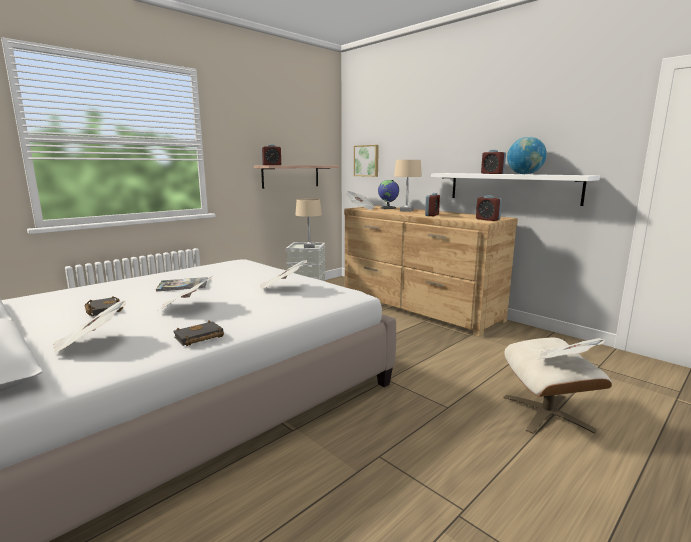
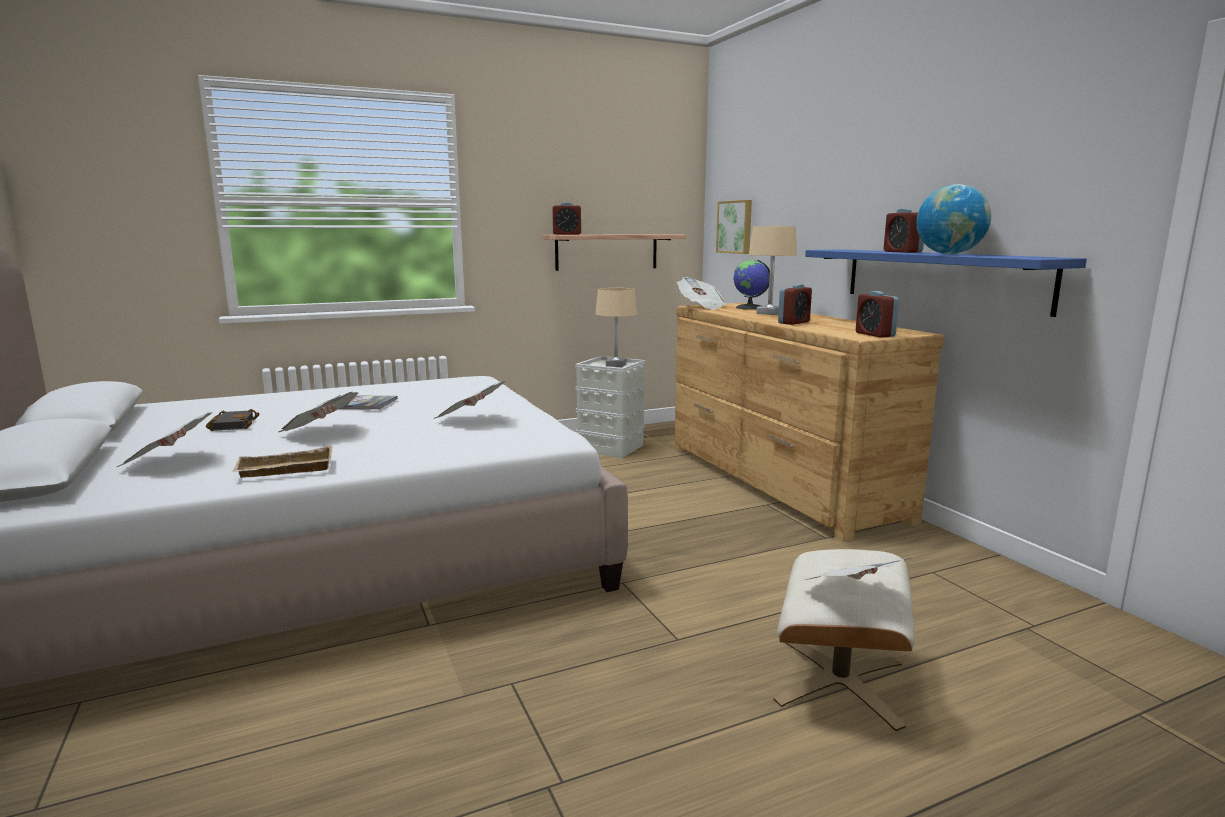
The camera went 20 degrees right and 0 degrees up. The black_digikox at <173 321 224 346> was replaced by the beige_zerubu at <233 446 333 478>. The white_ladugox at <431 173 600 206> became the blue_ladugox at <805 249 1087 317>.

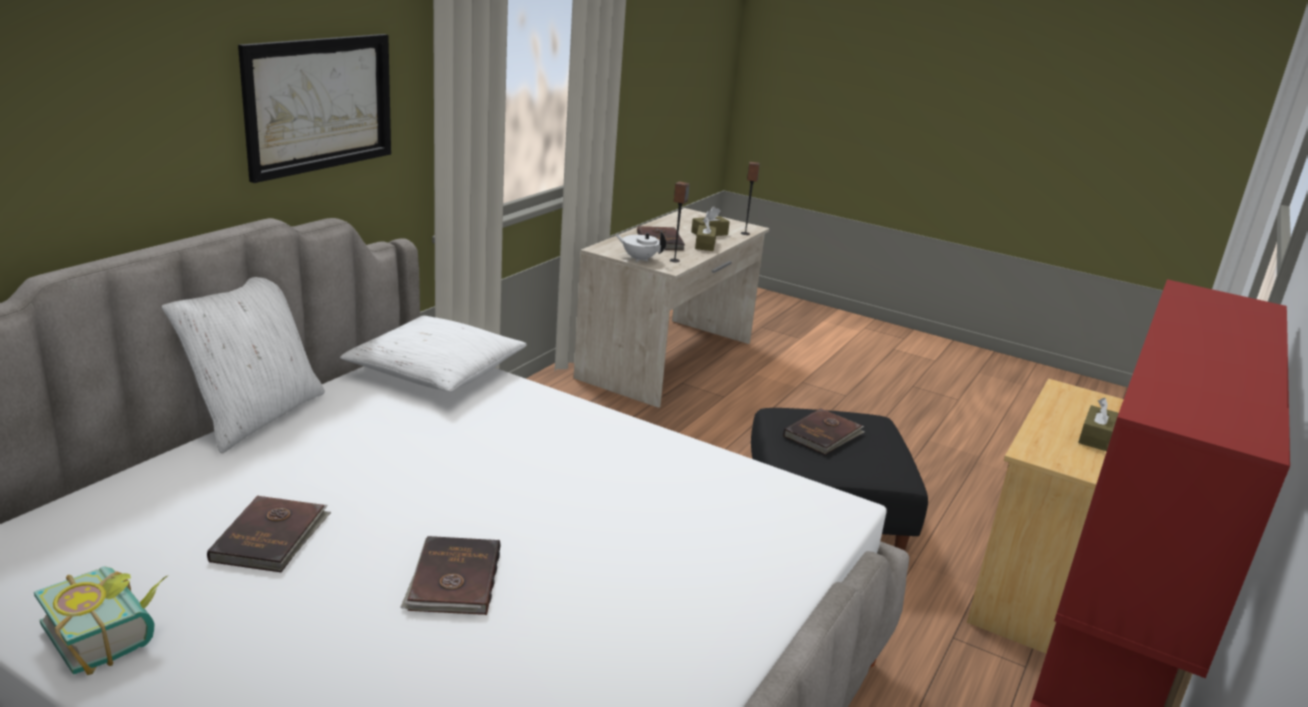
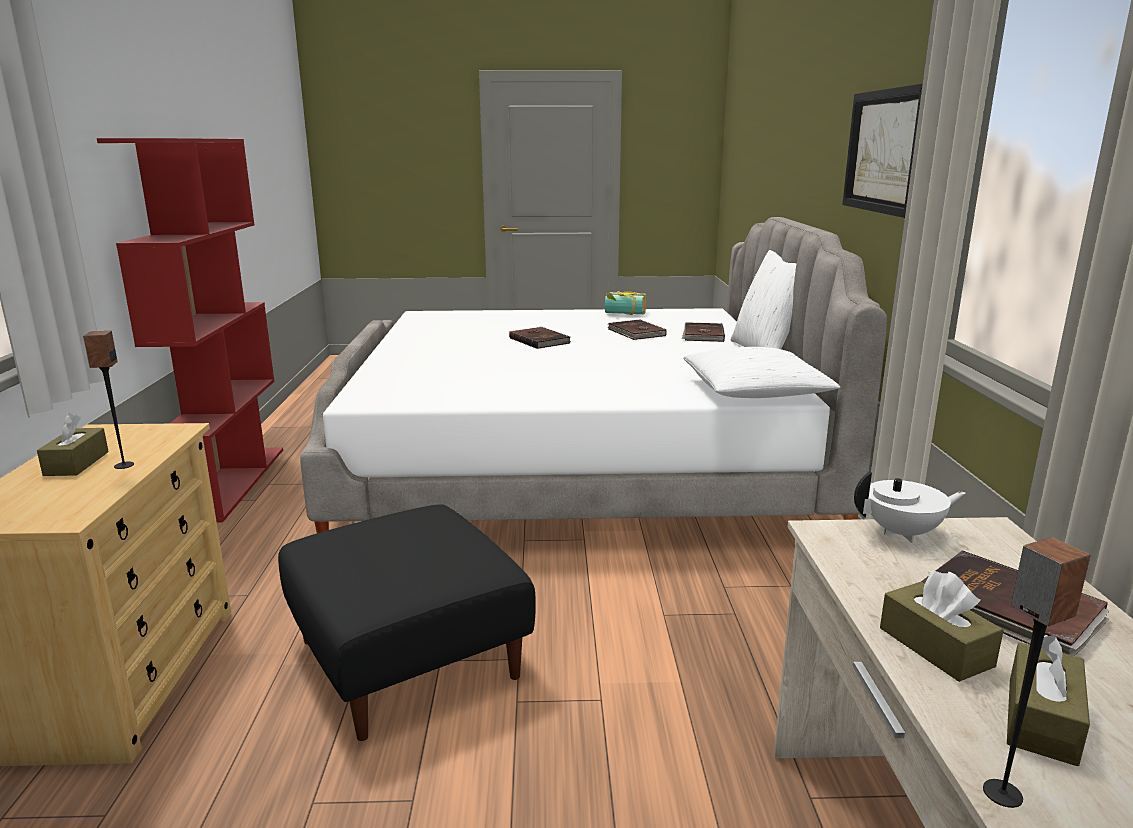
The camera went 150 degrees right and 5 degrees down. The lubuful moved from <670 181 690 262> to <83 331 134 469>. The brown_digikox moved from <783 408 865 455> to <682 322 725 342>.

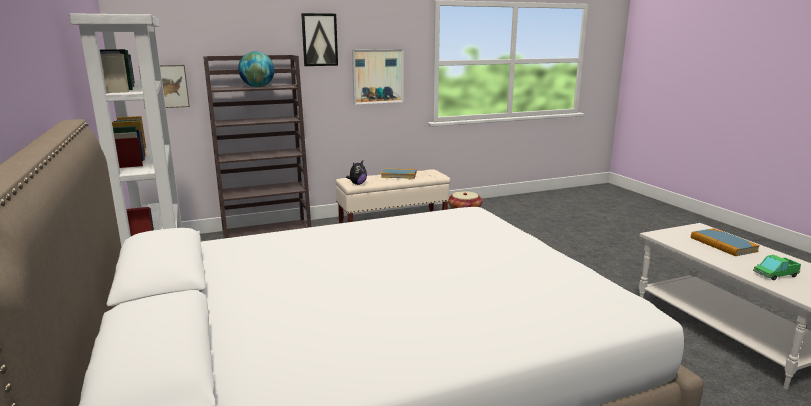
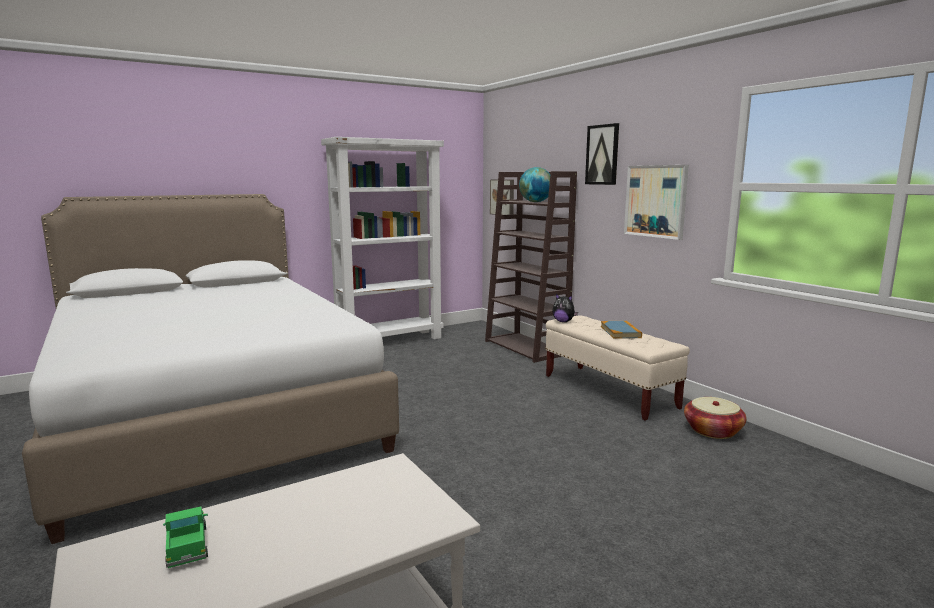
The camera went 80 degrees right and 5 degrees down. The digikox at <691 228 760 256> disappeared.

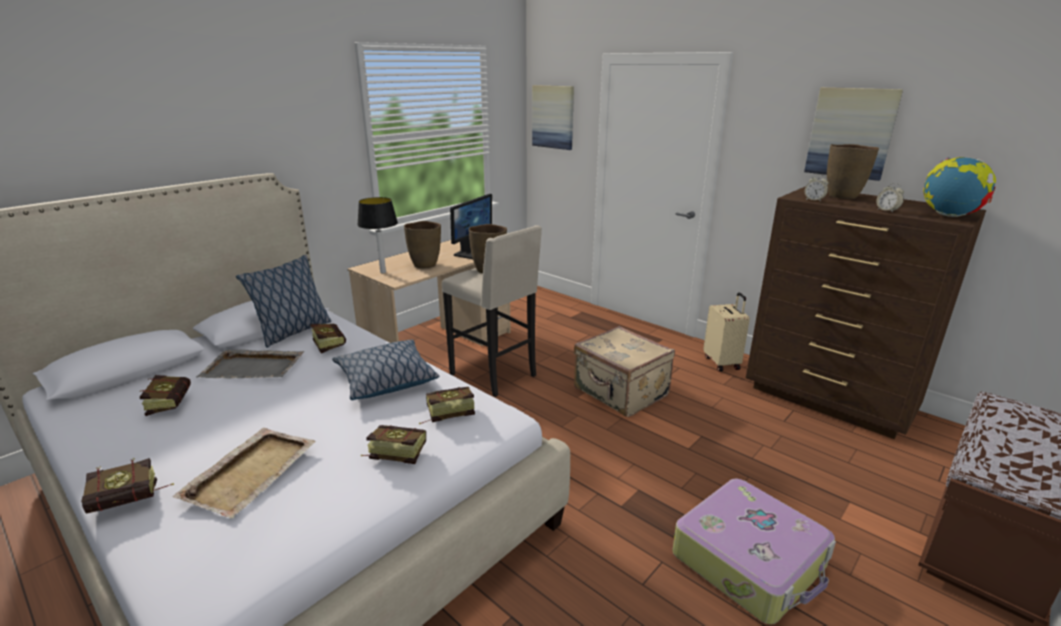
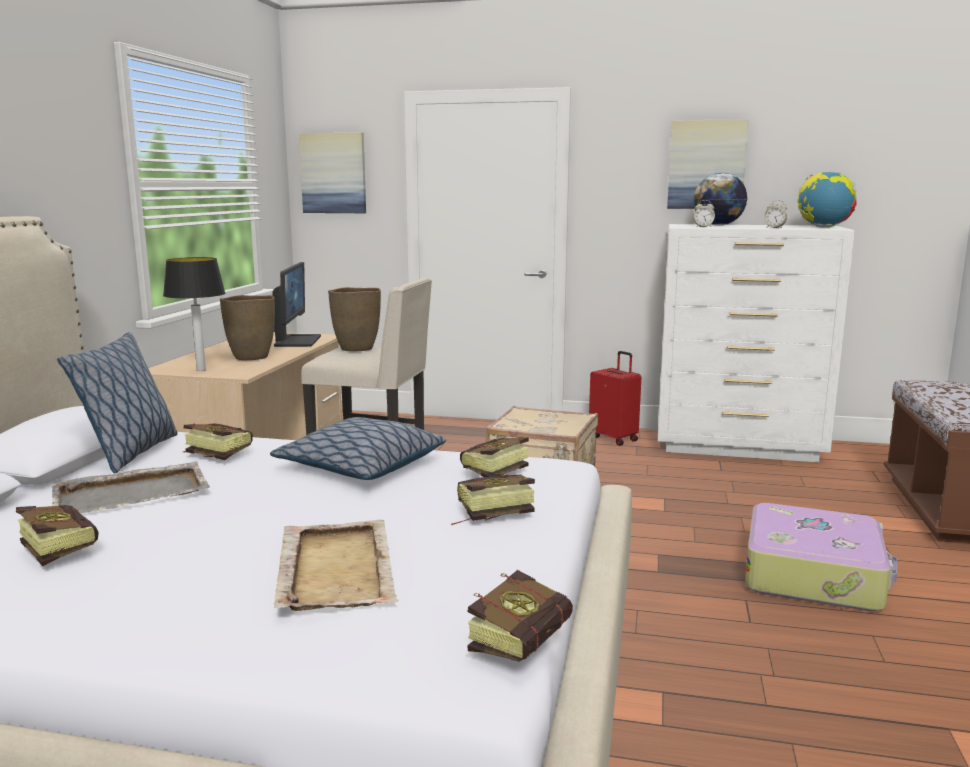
The camera went 30 degrees left and 10 degrees down. The digikox moved from <81 458 174 514> to <467 570 573 662>. The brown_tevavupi at <827 144 879 199> was replaced by the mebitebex at <693 173 747 226>. The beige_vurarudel at <703 293 750 372> became the red_vurarudel at <589 351 641 446>. The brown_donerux at <746 186 986 439> became the white_donerux at <658 224 855 462>.

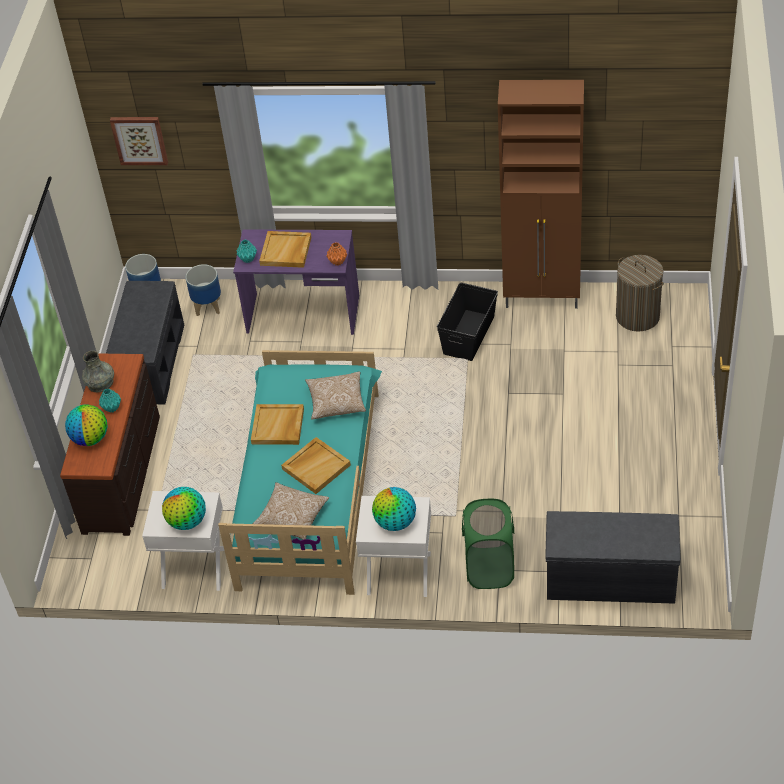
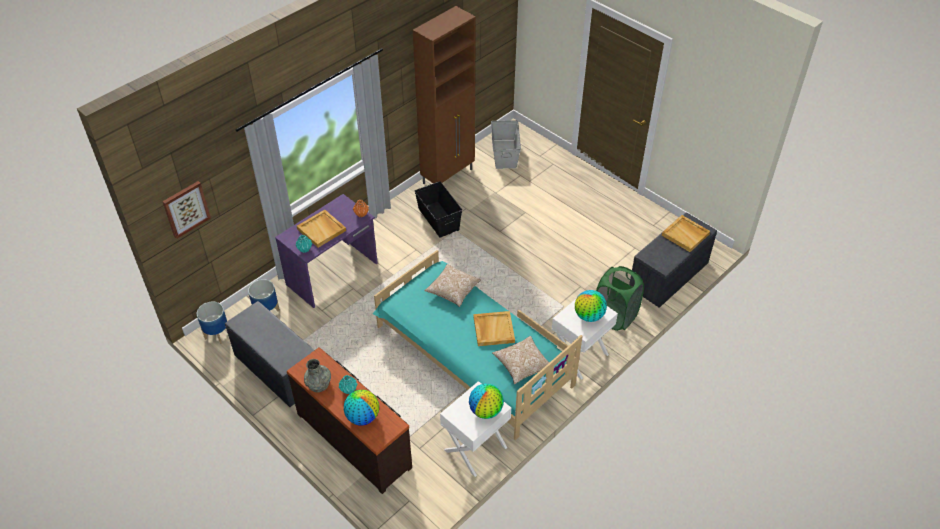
The camera went 55 degrees left and 0 degrees up. The beige_zerubu moved from <251 404 304 445> to <662 215 710 252>. The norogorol at <616 255 664 332> was replaced by the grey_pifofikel at <491 120 521 169>.

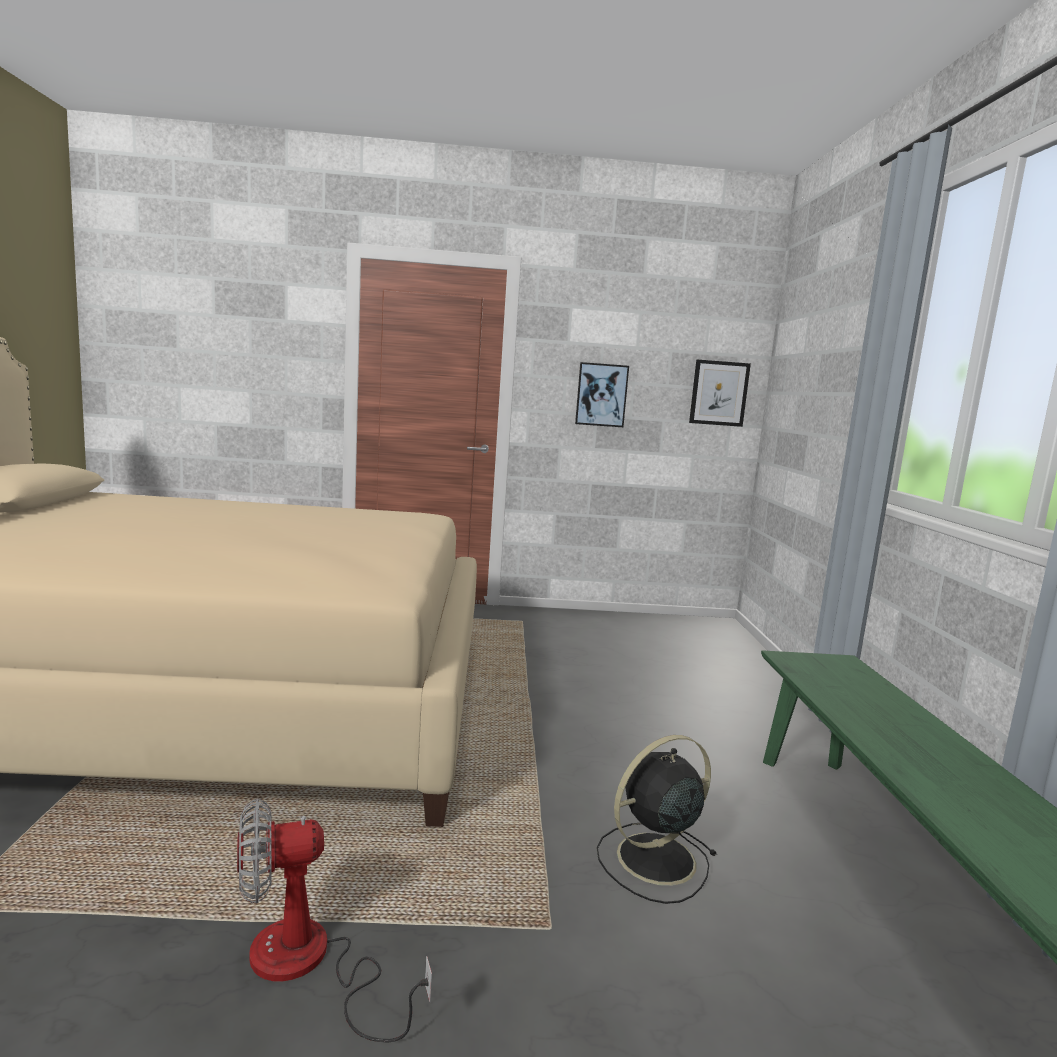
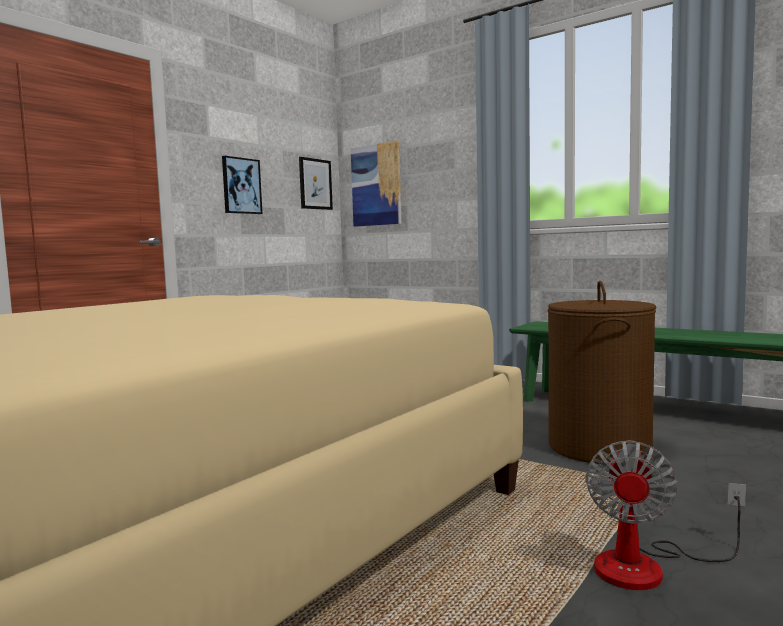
The camera went 50 degrees left and 5 degrees down. The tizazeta at <351 140 401 227> appeared. The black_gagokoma at <596 735 718 904> was replaced by the brown_norogorol at <548 281 657 464>.

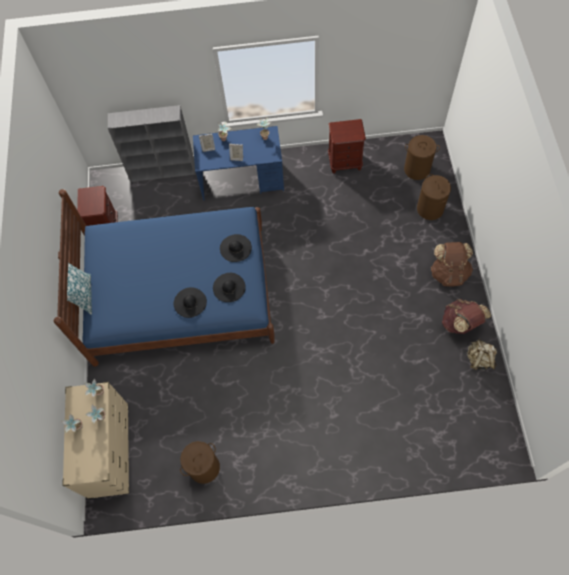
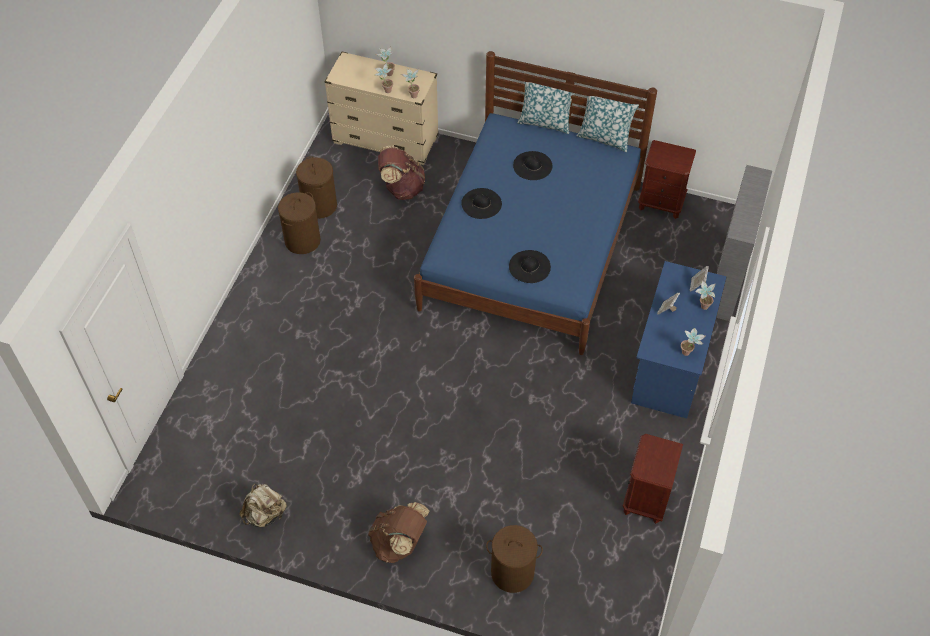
The camera went 110 degrees right and 10 degrees down. The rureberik at <577 96 639 152> appeared. The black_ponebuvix moved from <213 273 246 302> to <513 151 552 180>. The brown_norogorol moved from <404 135 440 180> to <278 192 321 254>. The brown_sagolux moved from <442 299 491 334> to <378 145 425 200>.

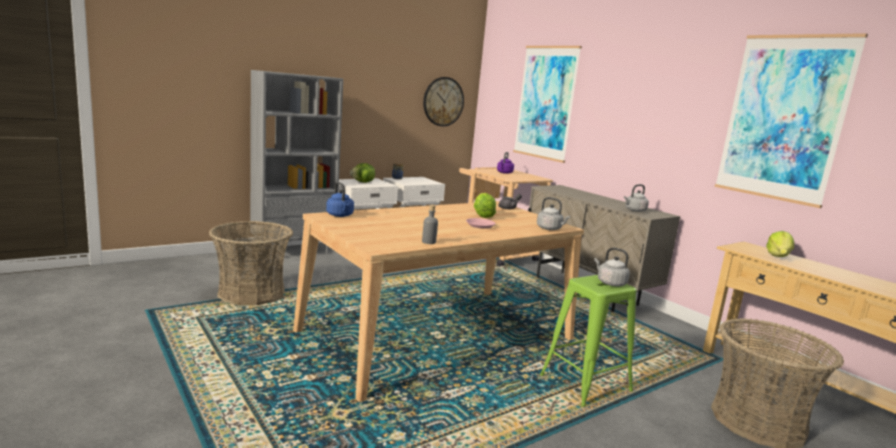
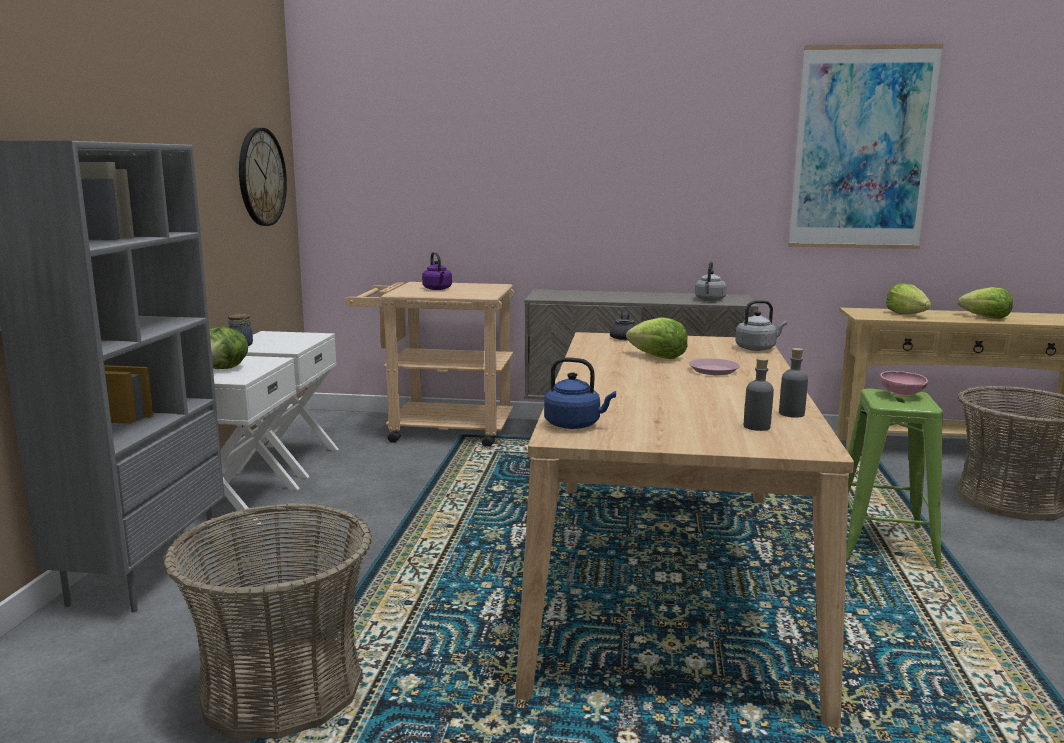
The camera went 45 degrees left and 0 degrees up. The tizazeta at <513 46 582 163> disappeared. The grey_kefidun at <744 358 774 431> appeared. The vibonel at <958 287 1013 319> appeared. The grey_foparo at <594 247 630 286> was replaced by the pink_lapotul at <880 371 928 397>.

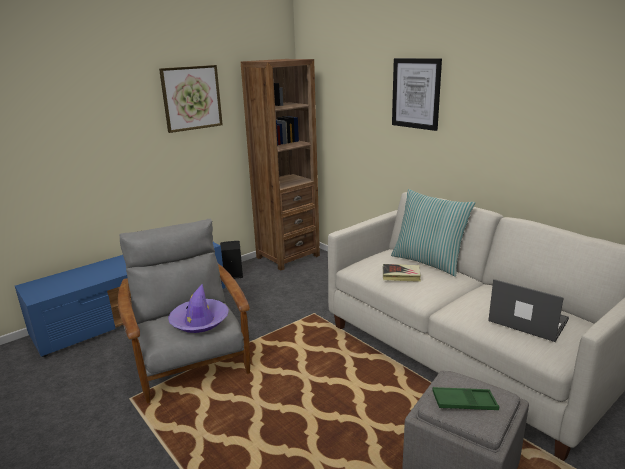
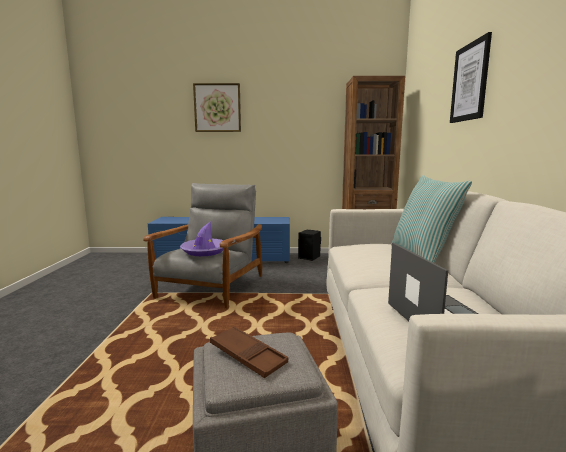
The camera went 40 degrees right and 10 degrees down. The digikox at <383 264 421 282> disappeared. The tizazeta moved from <159 65 223 133> to <193 83 241 132>. The green_zerubu at <432 387 499 410> became the brown_zerubu at <210 326 288 378>.

